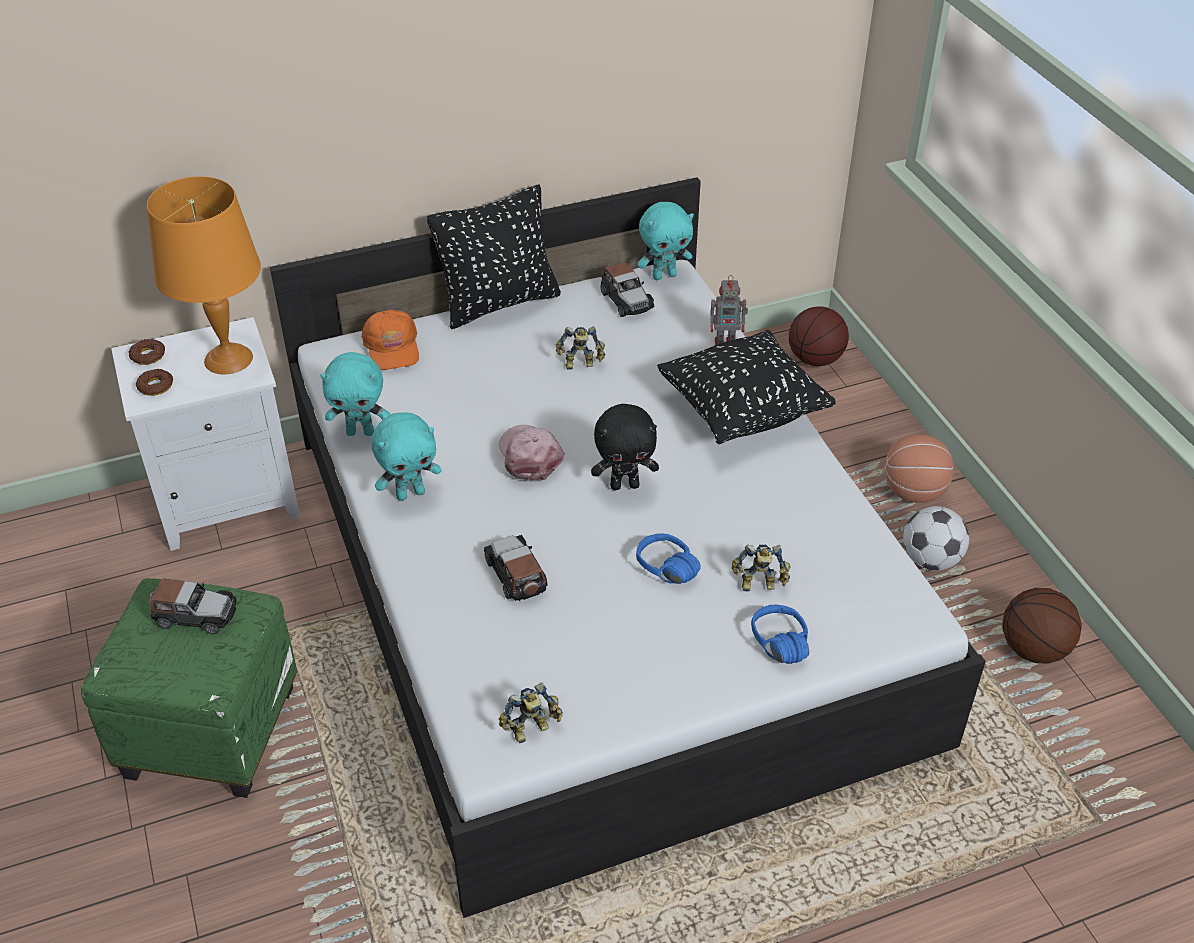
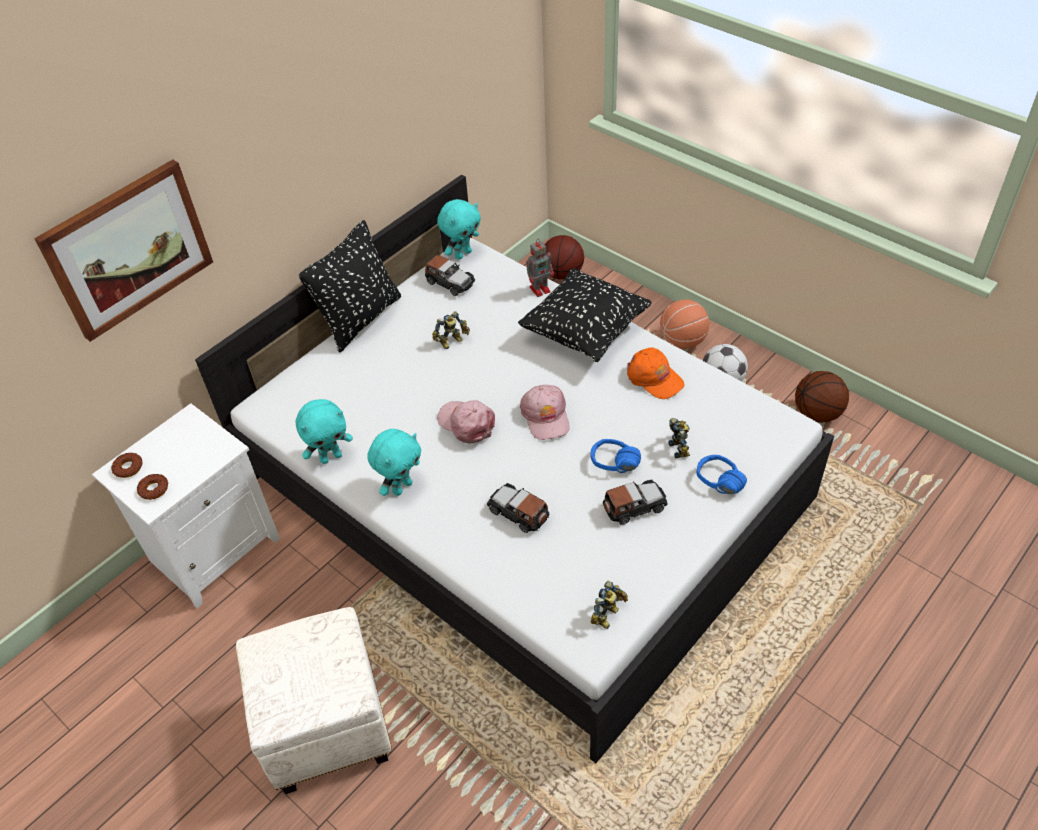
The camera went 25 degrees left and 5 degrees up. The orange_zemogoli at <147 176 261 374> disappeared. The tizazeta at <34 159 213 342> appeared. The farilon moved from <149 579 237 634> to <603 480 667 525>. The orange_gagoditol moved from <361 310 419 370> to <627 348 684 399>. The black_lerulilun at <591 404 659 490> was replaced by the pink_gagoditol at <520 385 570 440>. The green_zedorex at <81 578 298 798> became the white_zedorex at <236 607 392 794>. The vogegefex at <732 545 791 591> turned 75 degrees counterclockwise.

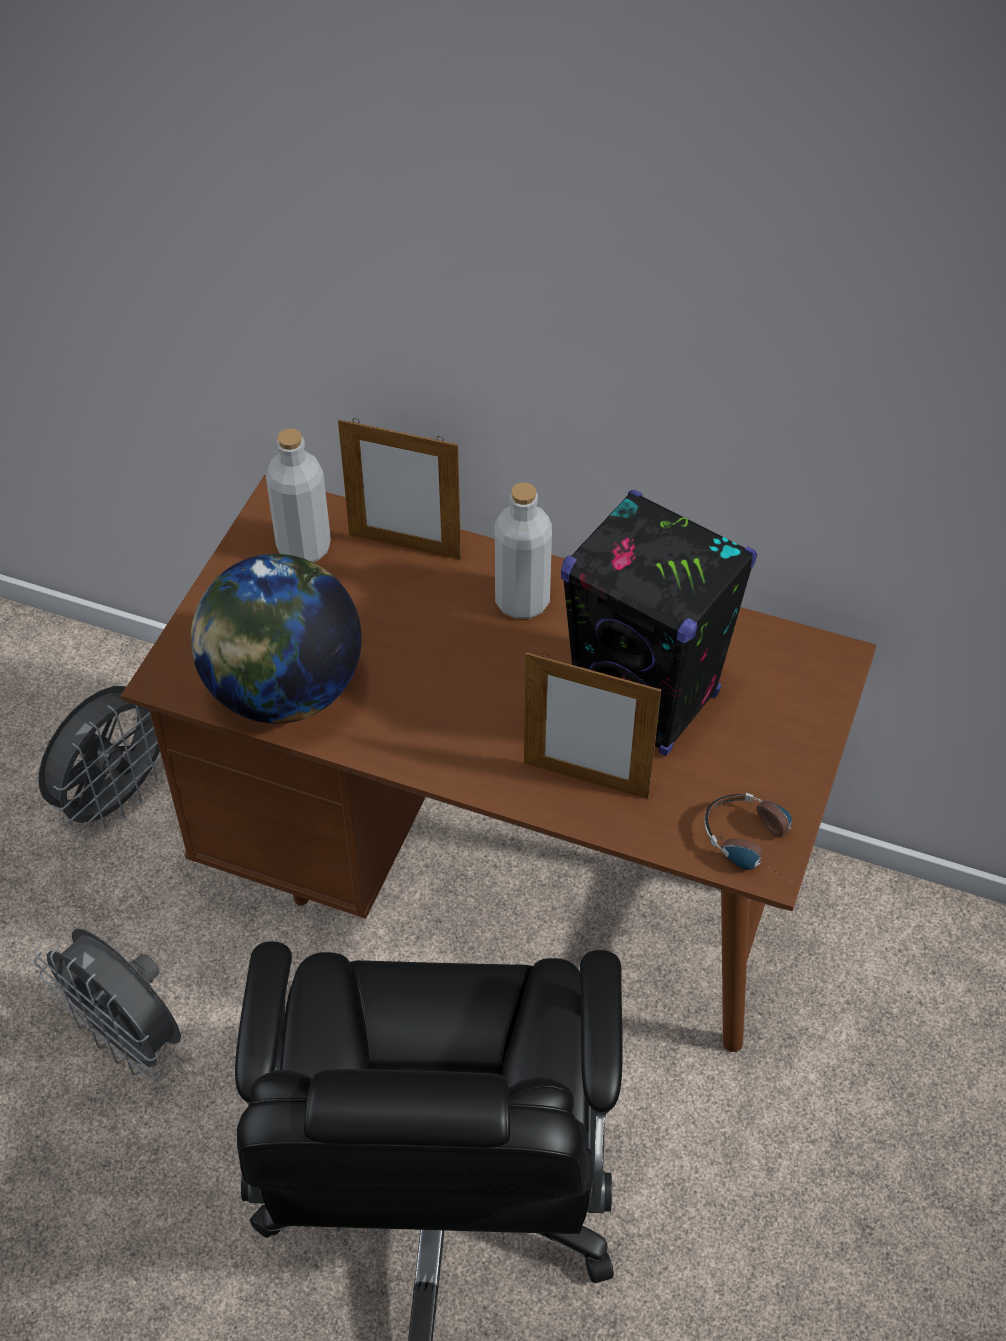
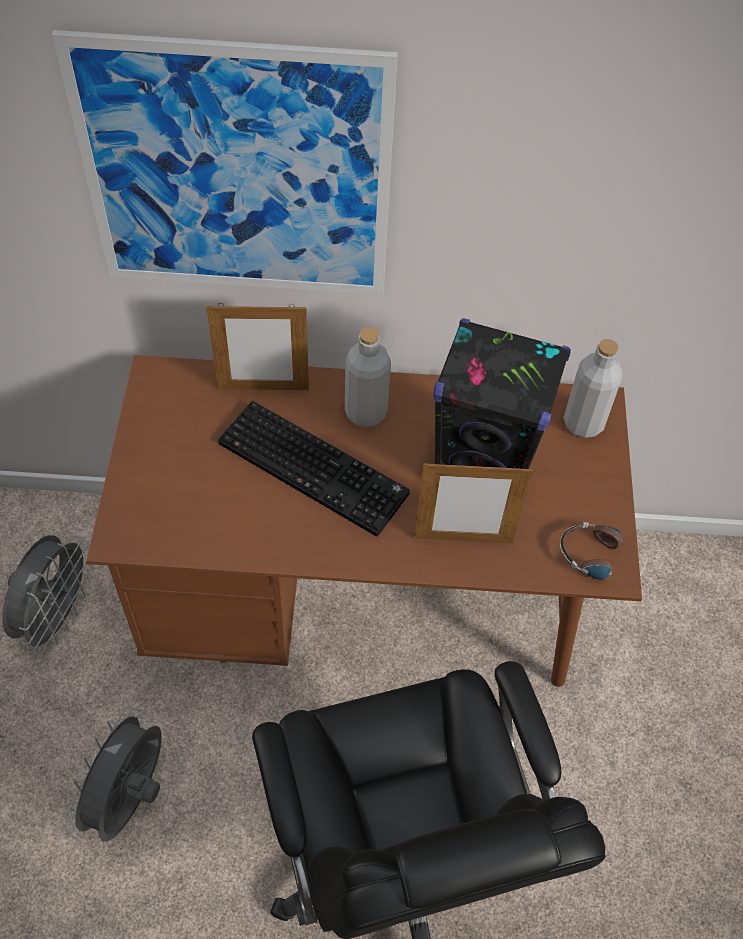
The camera went 20 degrees left and 5 degrees up. The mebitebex at <191 554 362 723> disappeared. The tizazeta at <52 30 398 295> appeared. The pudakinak at <218 401 410 537> appeared. The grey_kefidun moved from <266 428 331 562> to <563 339 623 438>. The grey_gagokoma at <33 928 181 1080> turned 90 degrees clockwise.

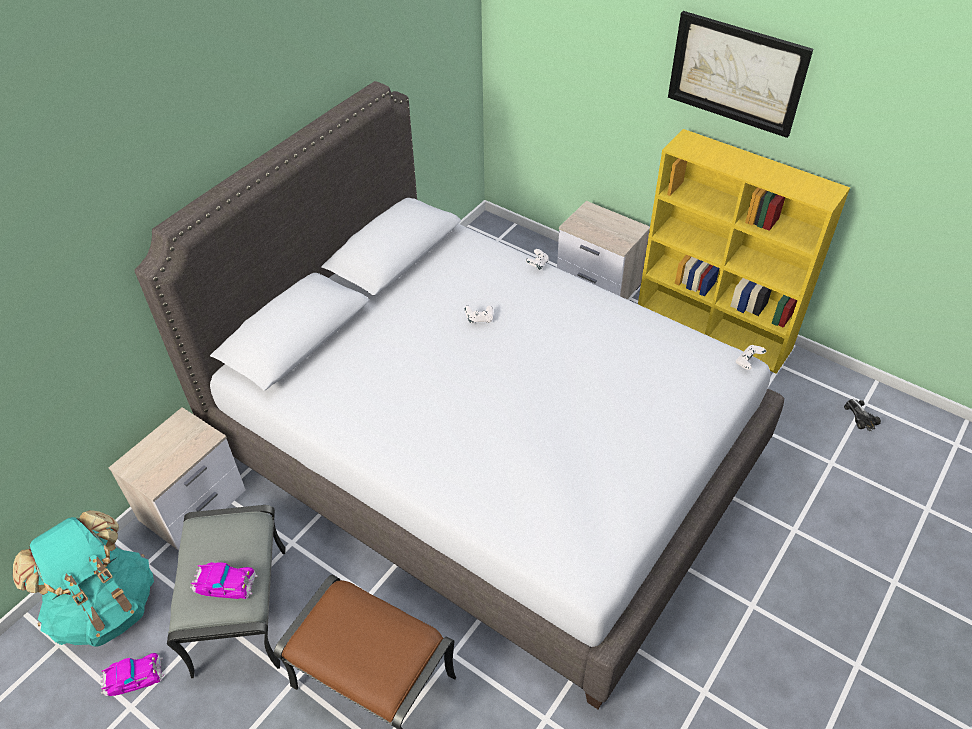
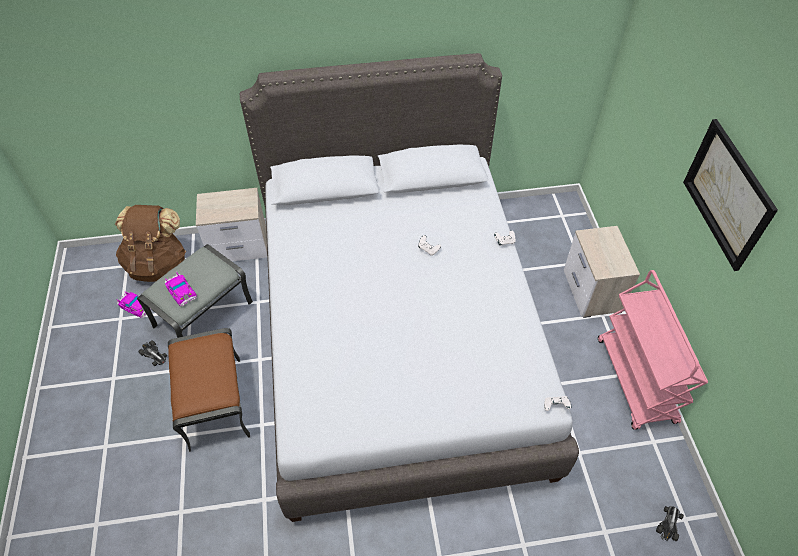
The camera went 45 degrees right and 5 degrees up. The farilon at <138 340 167 366> appeared. The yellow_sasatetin at <638 129 850 374> was replaced by the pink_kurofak at <598 270 708 430>. The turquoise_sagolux at <13 510 154 647> became the brown_sagolux at <115 205 186 282>.

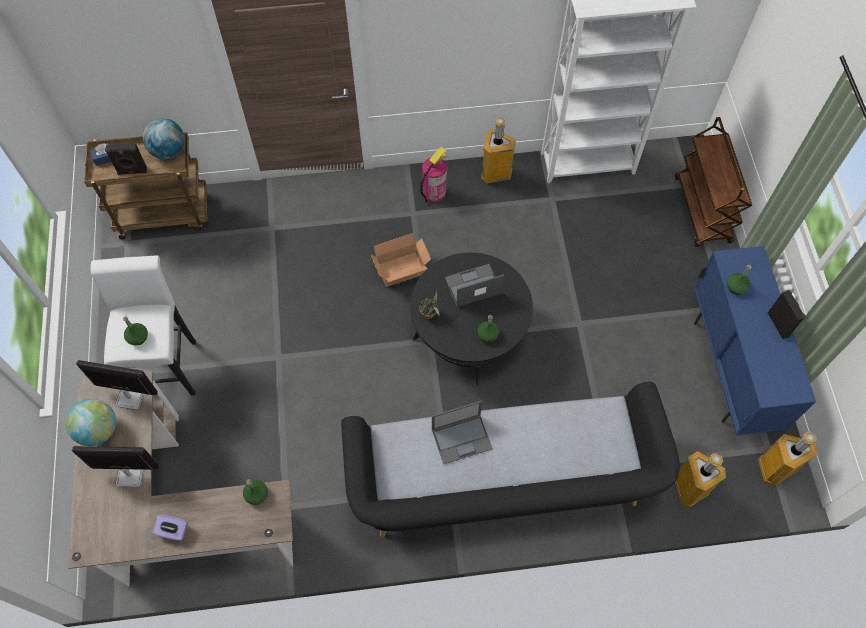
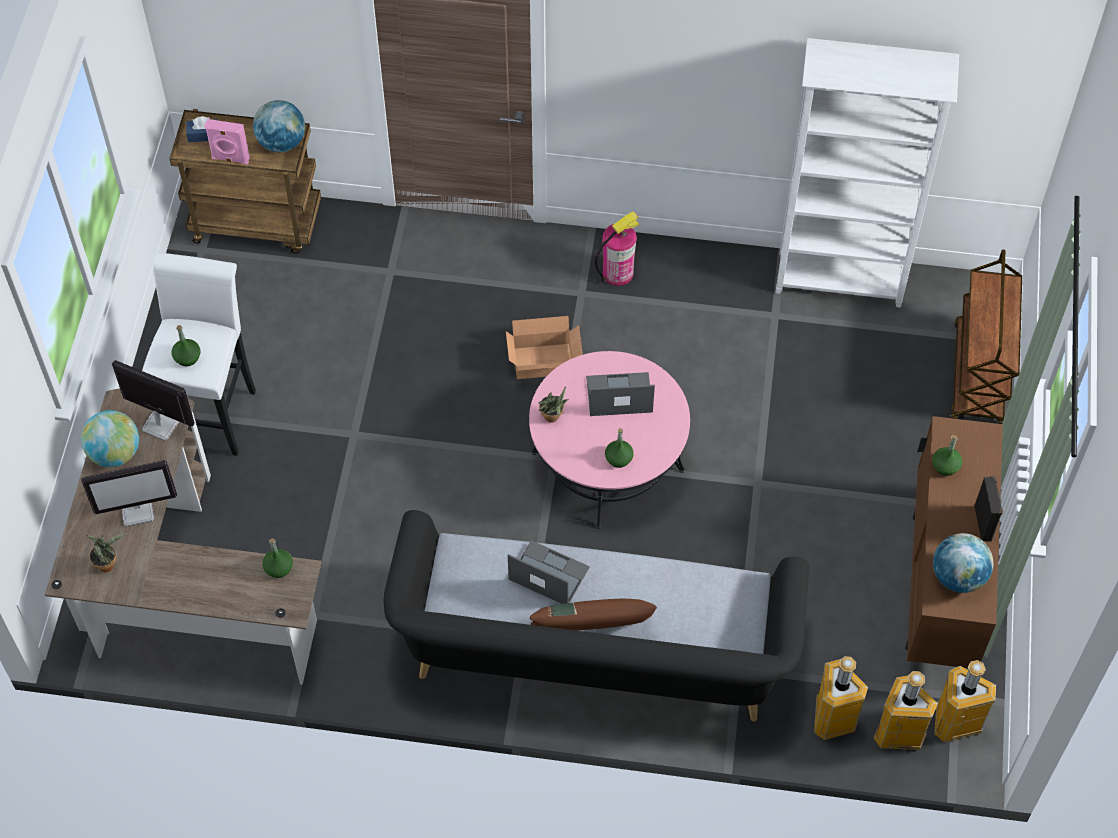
The camera went 15 degrees right and 5 degrees down. The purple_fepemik at <153 515 188 541> disappeared. The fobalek at <86 533 127 572> appeared. The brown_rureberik at <530 599 657 631> appeared. The mebitebex at <933 533 993 593> appeared. The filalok moved from <481 117 516 184> to <874 671 938 750>. The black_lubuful at <105 143 147 175> became the pink_lubuful at <205 119 250 164>. The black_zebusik at <410 252 533 386> became the pink_zebusik at <529 351 690 529>. The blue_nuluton at <694 246 816 436> became the brown_nuluton at <905 416 1003 668>. The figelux at <72 446 159 487> turned 150 degrees clockwise. The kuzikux at <432 401 493 464> turned 150 degrees counterclockwise.

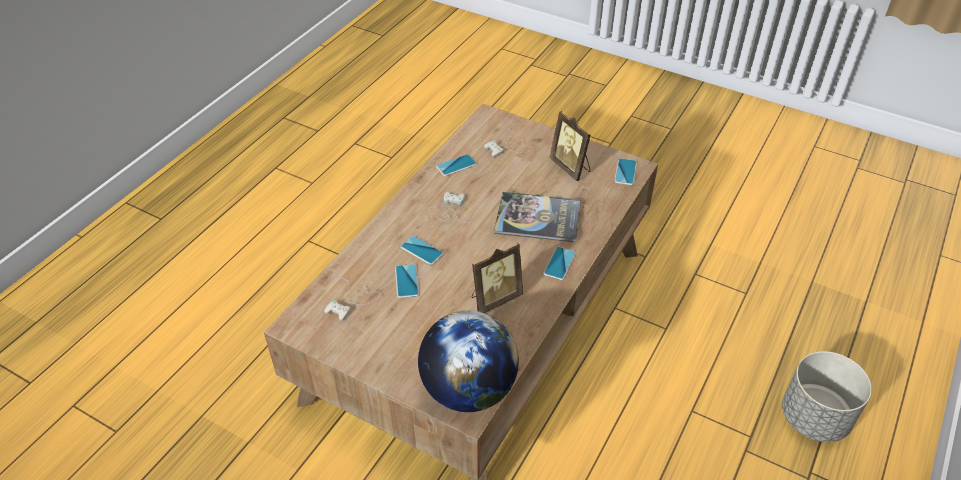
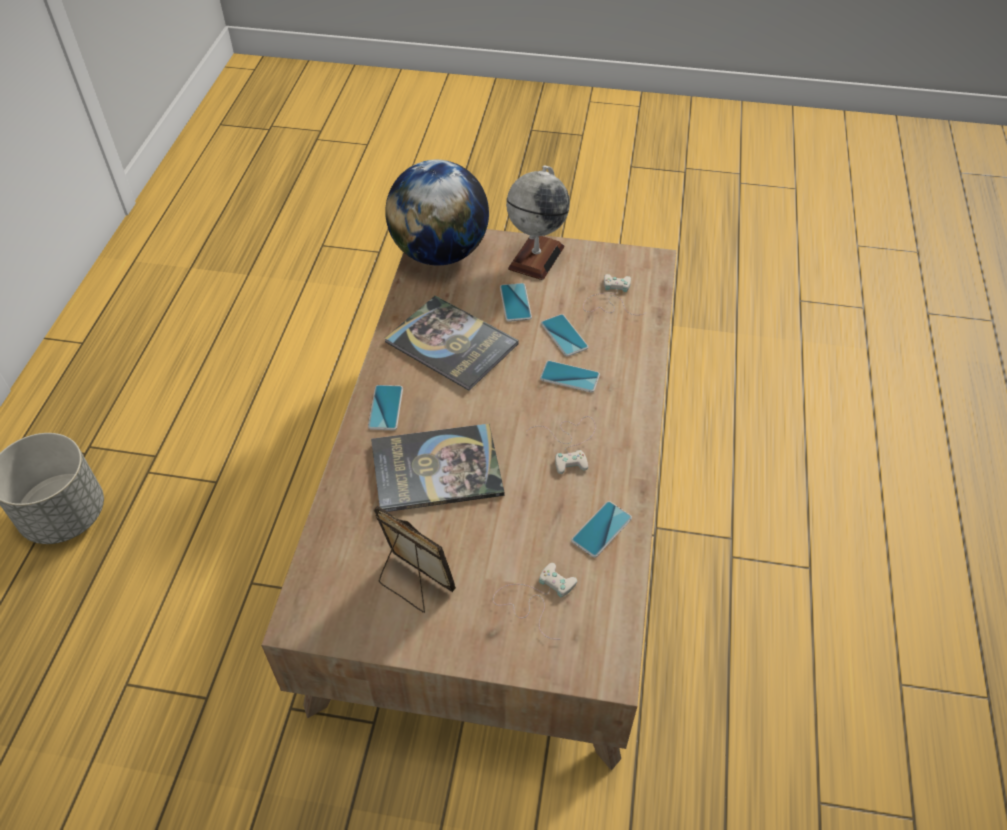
The camera went 160 degrees right and 5 degrees up. The mebitebex at <506 166 570 280> appeared. The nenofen moved from <615 158 637 185> to <500 283 532 322>. The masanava at <471 243 523 313> was replaced by the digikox at <385 296 519 391>.

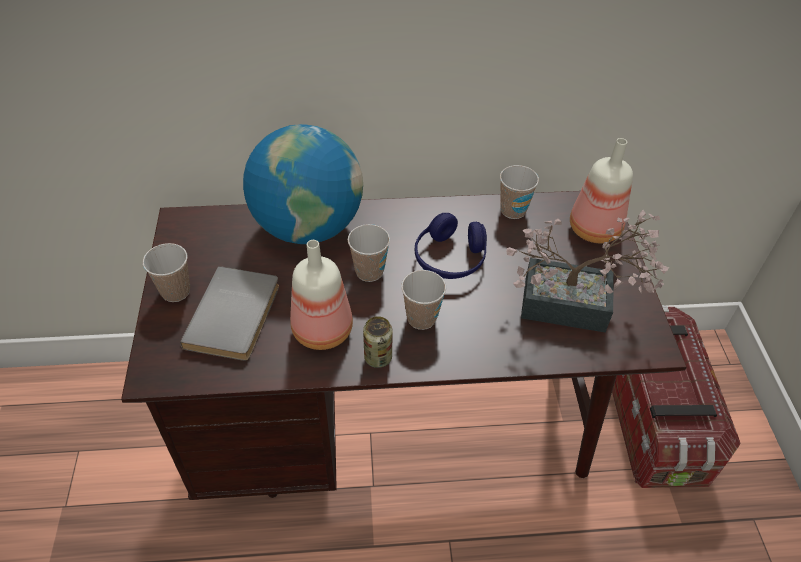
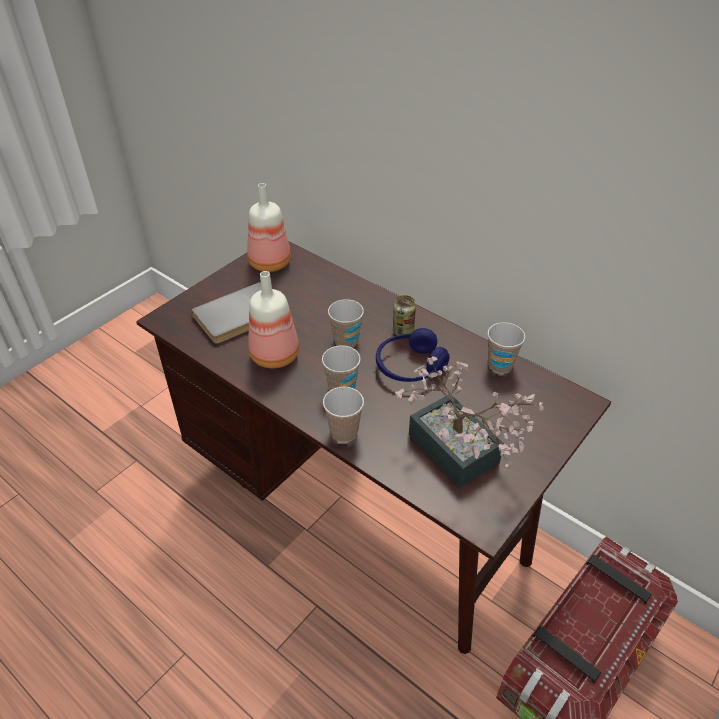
The camera went 45 degrees right and 5 degrees down. The mebitebex at <243 124 363 244> disappeared. The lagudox moved from <143 243 190 302> to <323 387 364 442>. The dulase moved from <363 316 393 368> to <393 295 416 335>. The kefidun moved from <570 138 633 243> to <247 183 291 272>.

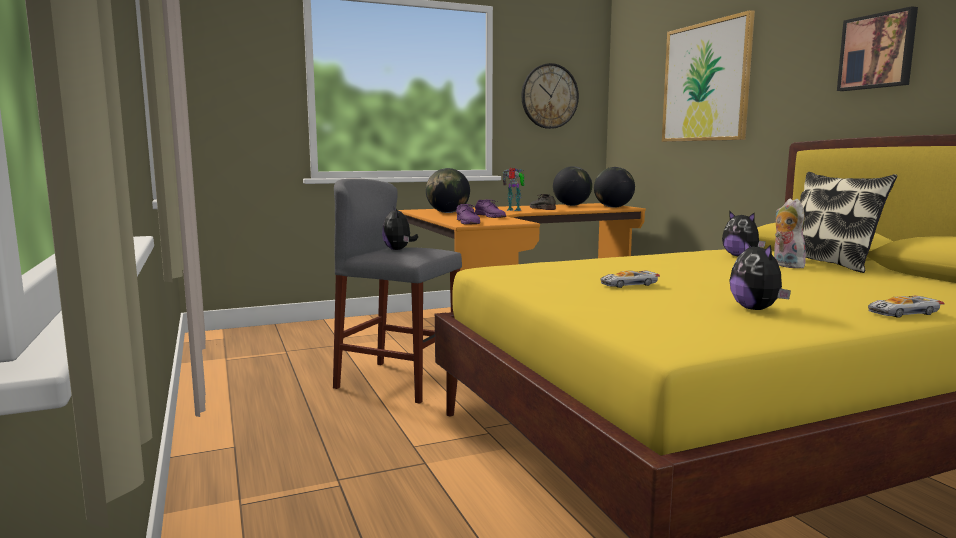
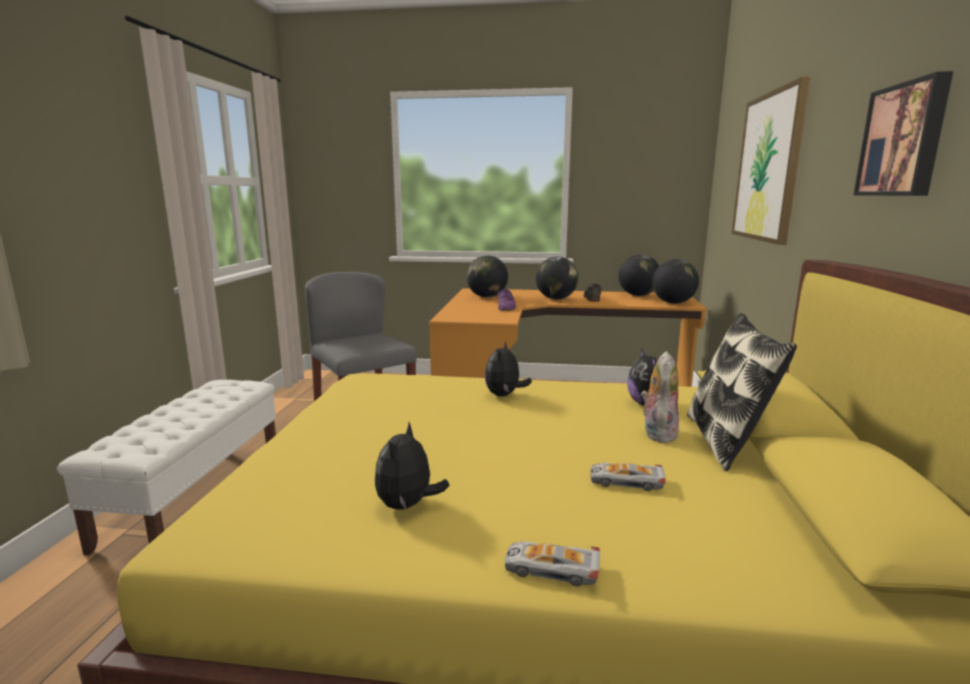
The camera went 30 degrees right and 5 degrees up. The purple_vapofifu at <456 204 480 225> disappeared. The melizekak at <522 63 579 129> disappeared. The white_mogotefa at <57 380 276 555> appeared. The lerulilun moved from <382 206 418 250> to <485 342 532 396>. The farilon moved from <601 271 660 288> to <590 463 666 491>. The vogegefex at <503 168 525 211> was replaced by the mebitebex at <536 257 579 299>.

